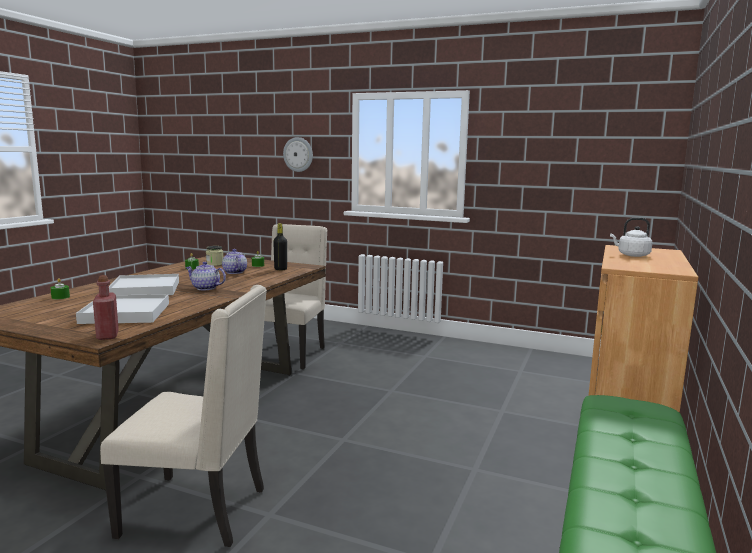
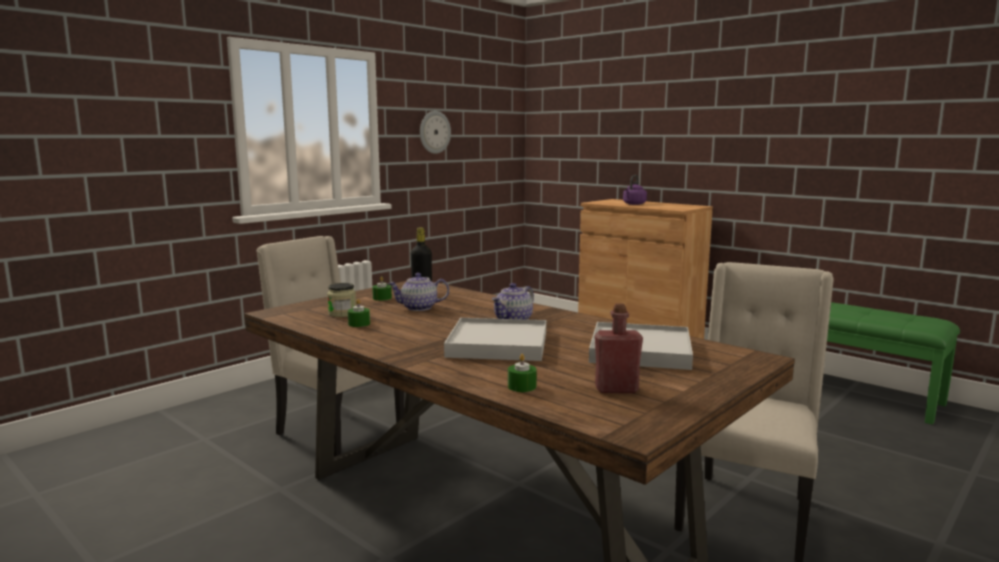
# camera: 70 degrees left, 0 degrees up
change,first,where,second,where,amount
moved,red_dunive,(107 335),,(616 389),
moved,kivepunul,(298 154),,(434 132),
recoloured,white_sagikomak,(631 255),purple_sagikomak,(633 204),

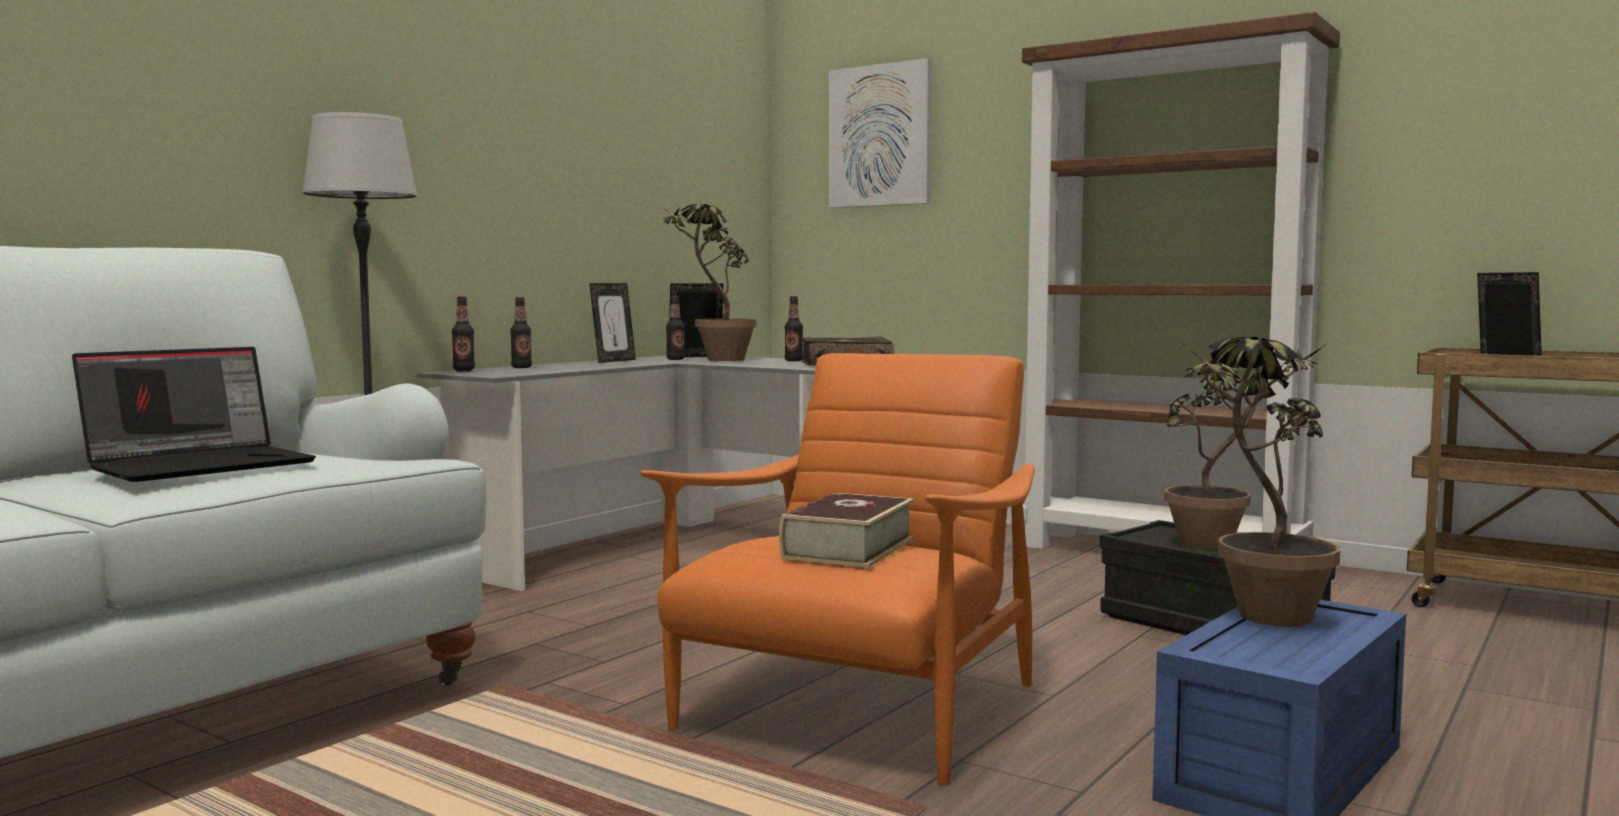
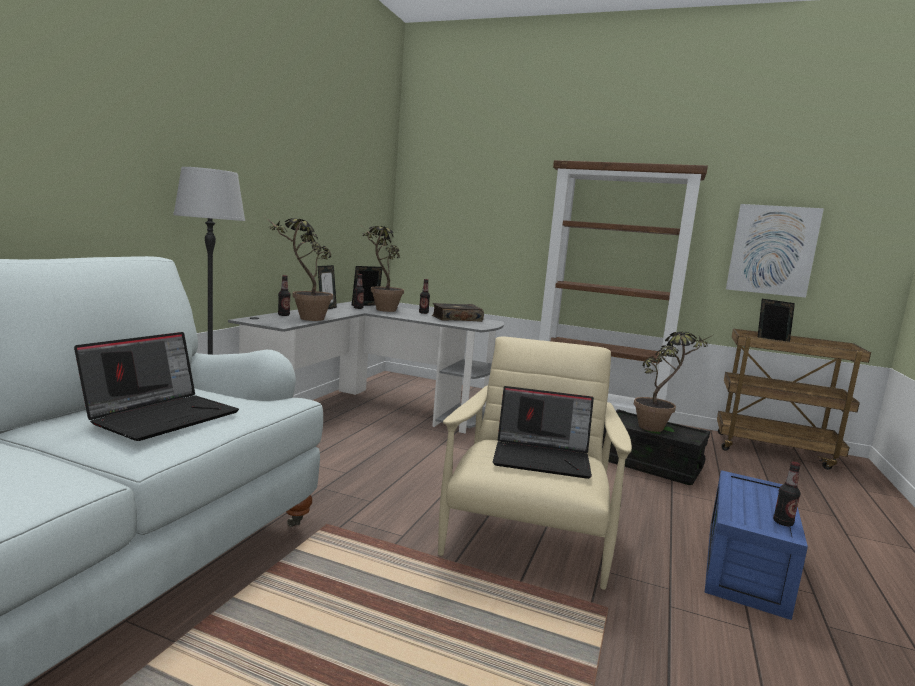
# camera: 15 degrees left, 5 degrees up
change,first,where,second,where,amount
moved,dunive,(464 369),,(783 522),
moved,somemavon,(880 136),,(772 250),
moved,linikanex,(1258 621),,(304 319),
replaced,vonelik,(848 548),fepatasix,(543 458),
recoloured,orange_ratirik,(857 711),beige_ratirik,(527 534),

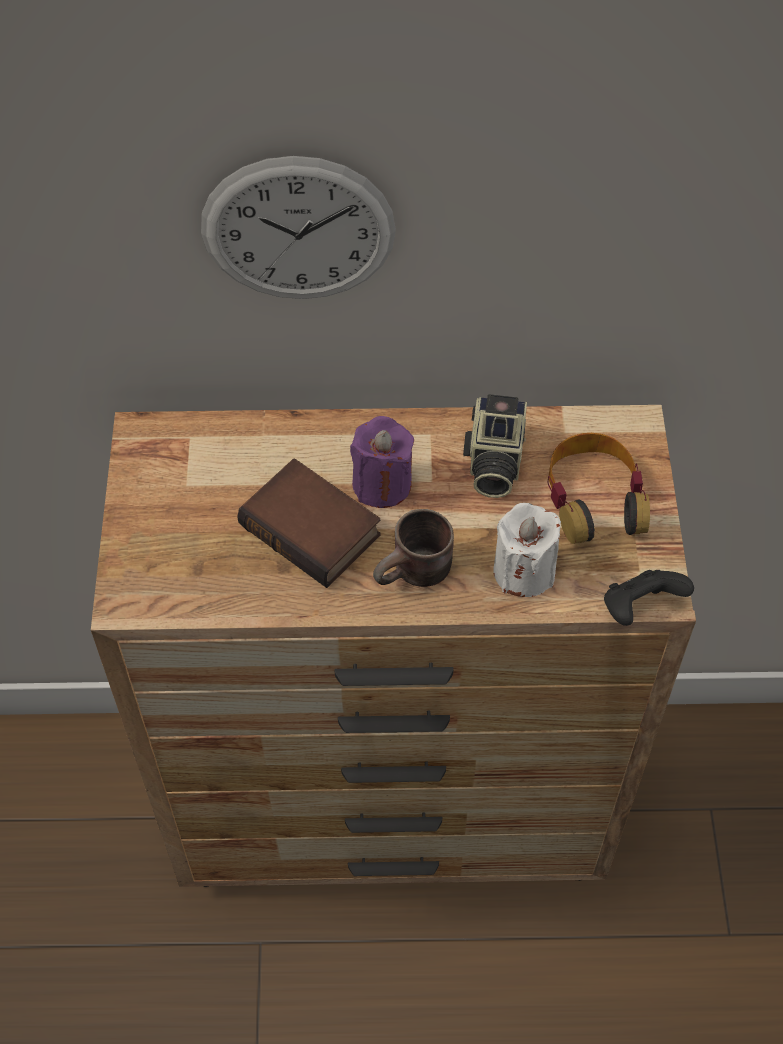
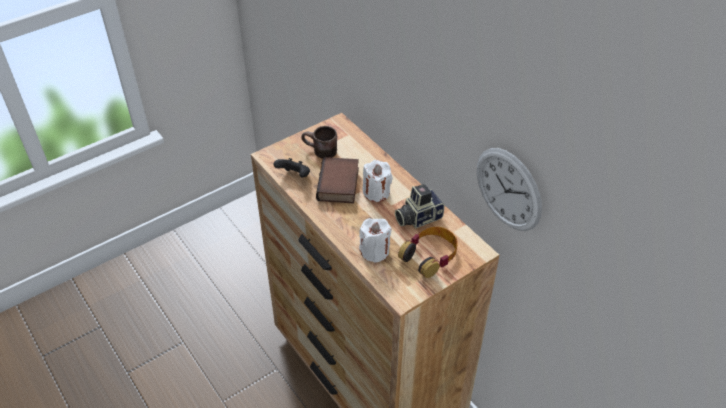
# camera: 55 degrees right, 10 degrees down
change,first,where,second,where,amount
moved,kivepunul,(298 230),,(508 189),
moved,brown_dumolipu,(416 575),,(320 152),
moved,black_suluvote,(639 608),,(294 176),
recoloured,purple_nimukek,(382 484),white_nimukek,(376 192),

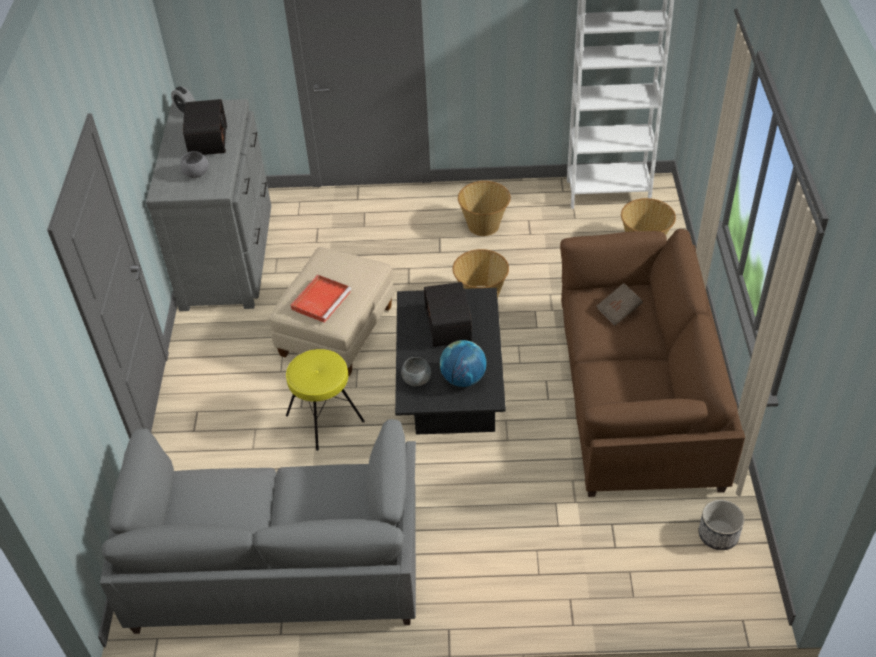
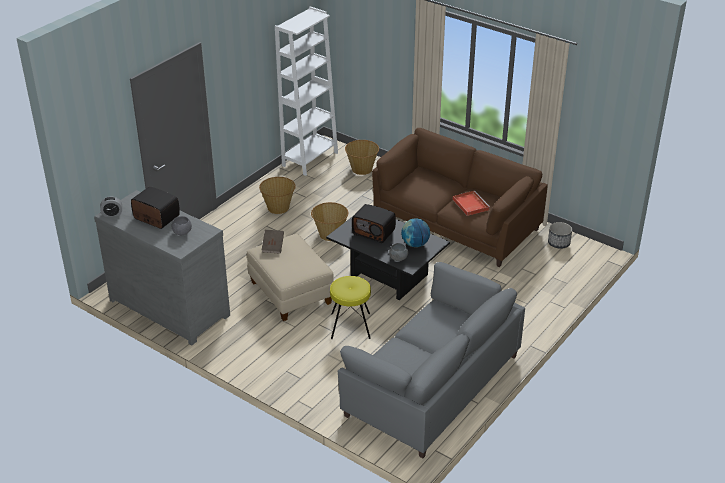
# camera: 55 degrees left, 10 degrees down
change,first,where,second,where,amount
moved,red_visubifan,(321 299),,(470 204),
moved,brown_vonelik,(618 311),,(273 246),

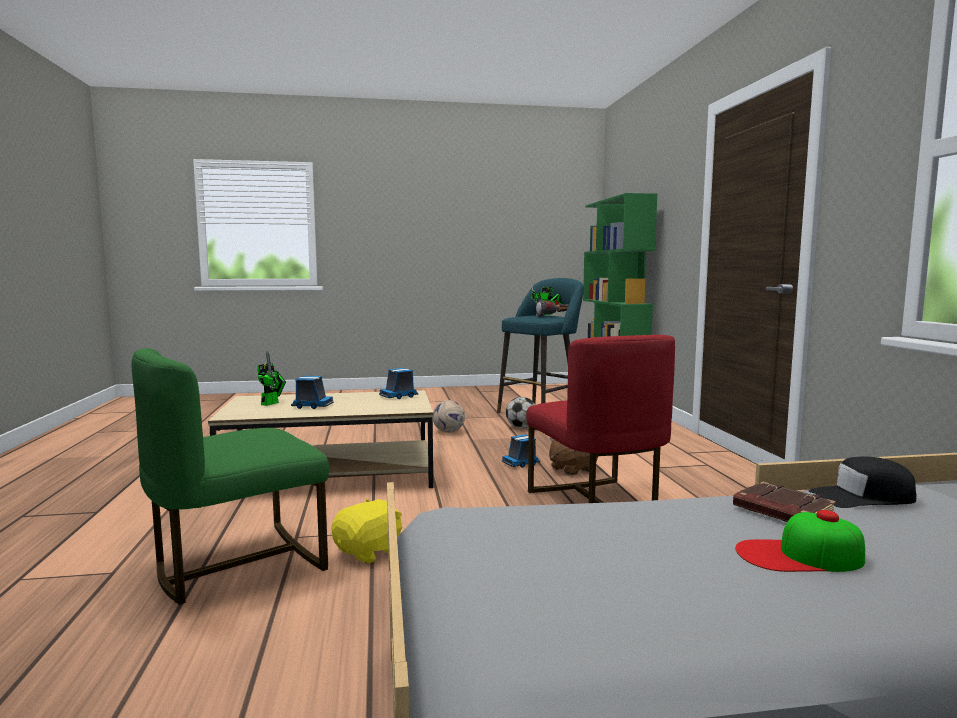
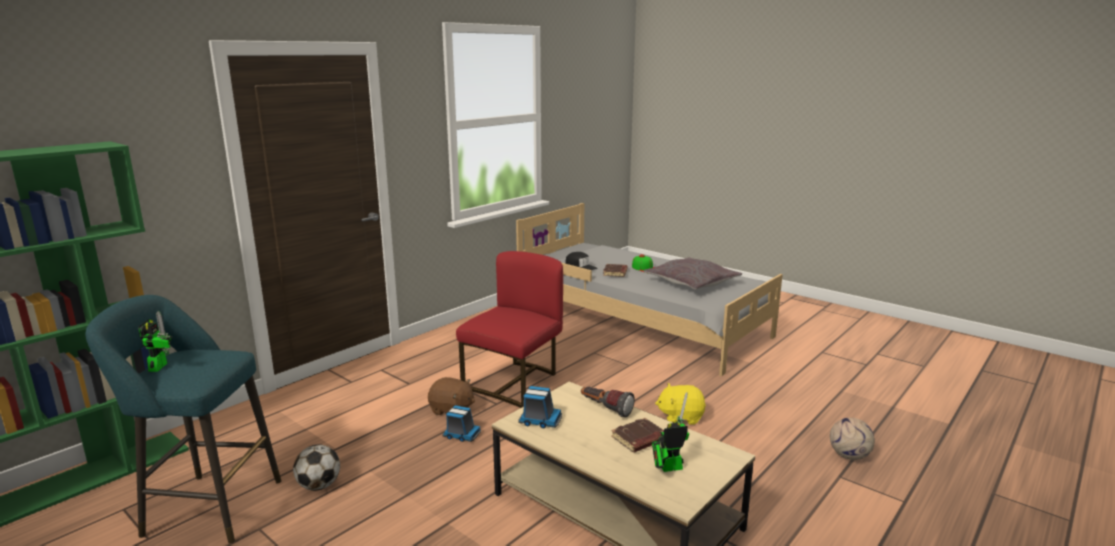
# camera: 130 degrees left, 10 degrees up
change,first,where,second,where,amount
removed,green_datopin,(237 564),,,
added,,,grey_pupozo,(691 282),
moved,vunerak,(448 432),,(849 456),
moved,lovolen,(554 316),,(605 409),
replaced,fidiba,(311 406),brown_vonelik,(639 439),

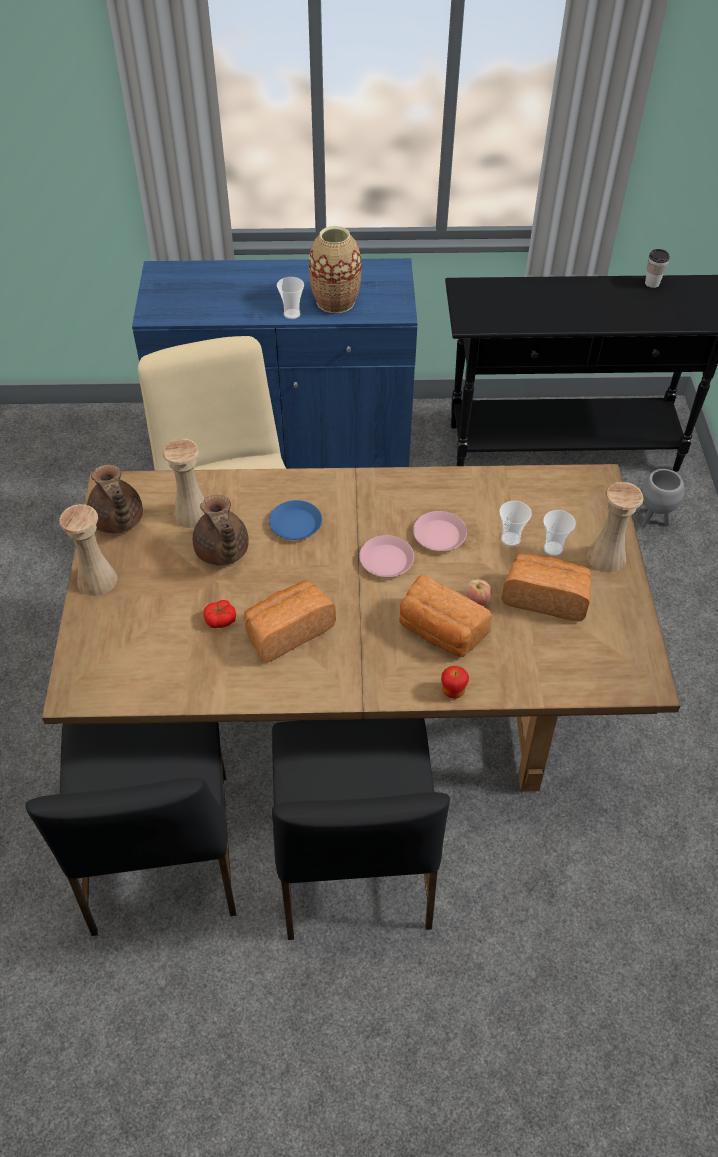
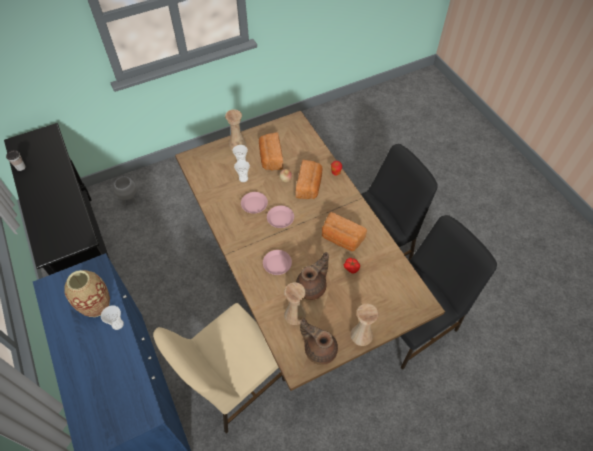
# camera: 115 degrees left, 5 degrees up
change,first,where,second,where,amount
recoloured,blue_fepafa,(295 524),pink_fepafa,(277 264),
turned,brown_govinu,(118 521),,(319 349),90 degrees counterclockwise

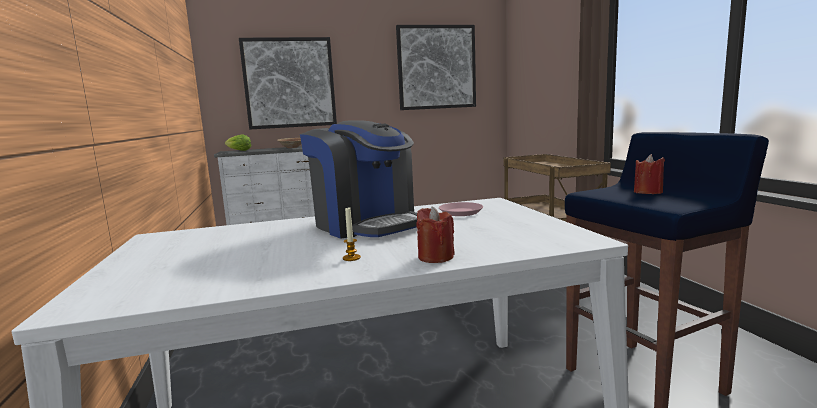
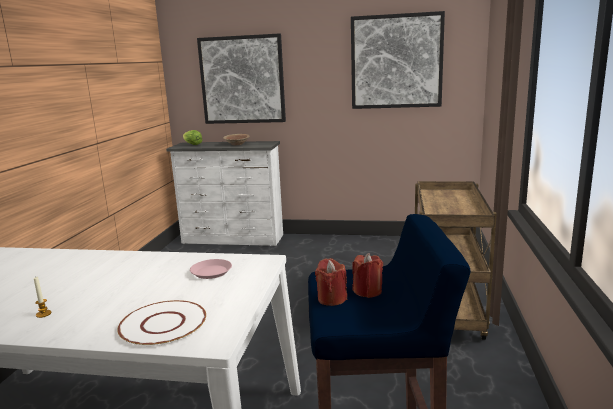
# camera: 25 degrees right, 5 degrees up
change,first,where,second,where,amount
removed,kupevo,(366 224),,,
added,,,white_fepafa,(163 324),
moved,red_nimukek,(435 257),,(331 299),

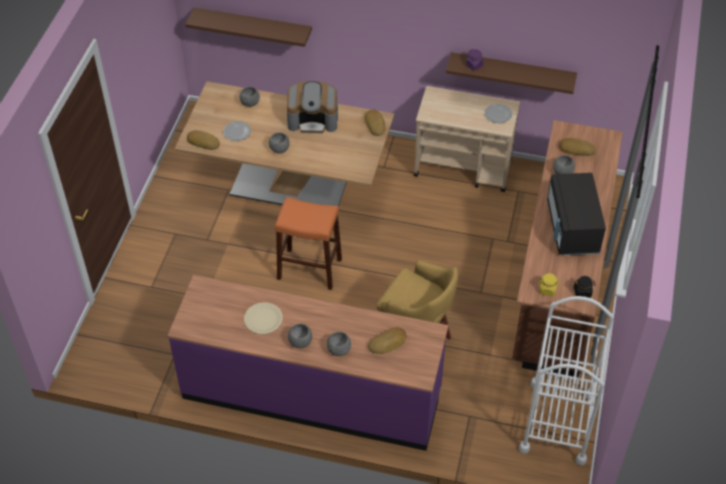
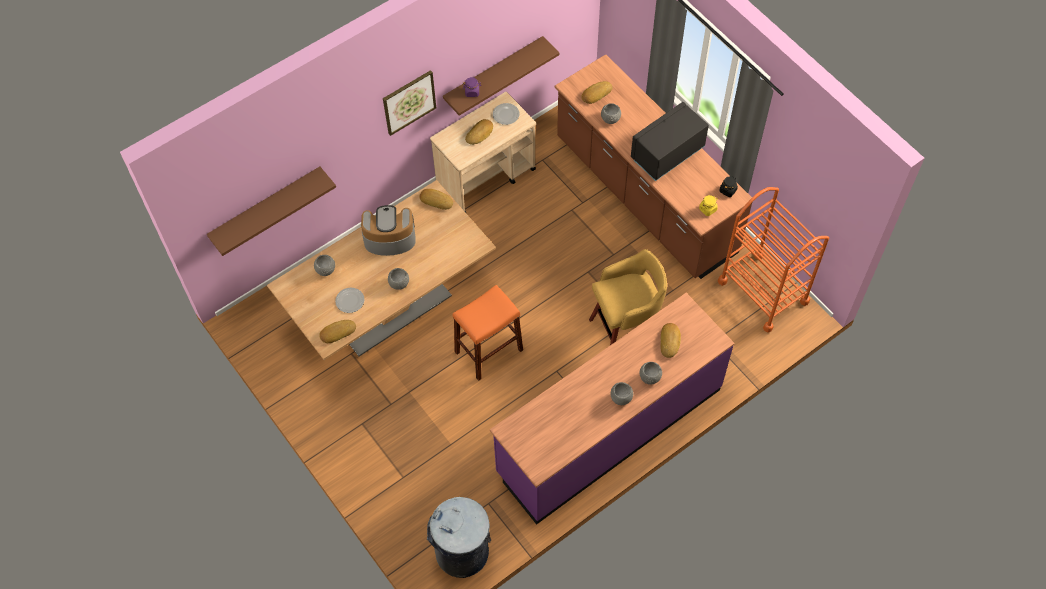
# camera: 50 degrees left, 10 degrees up
change,first,where,second,where,amount
removed,beige_fepafa,(263 319),,,
added,,,somemavon,(409 102),
added,,,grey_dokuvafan,(462 552),
added,,,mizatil,(480 134),
recoloured,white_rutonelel,(558 422),orange_rutonelel,(763 291),
turned,kupevo,(313 119),,(389 238),135 degrees counterclockwise
turned,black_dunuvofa,(572 228),,(667 153),105 degrees clockwise

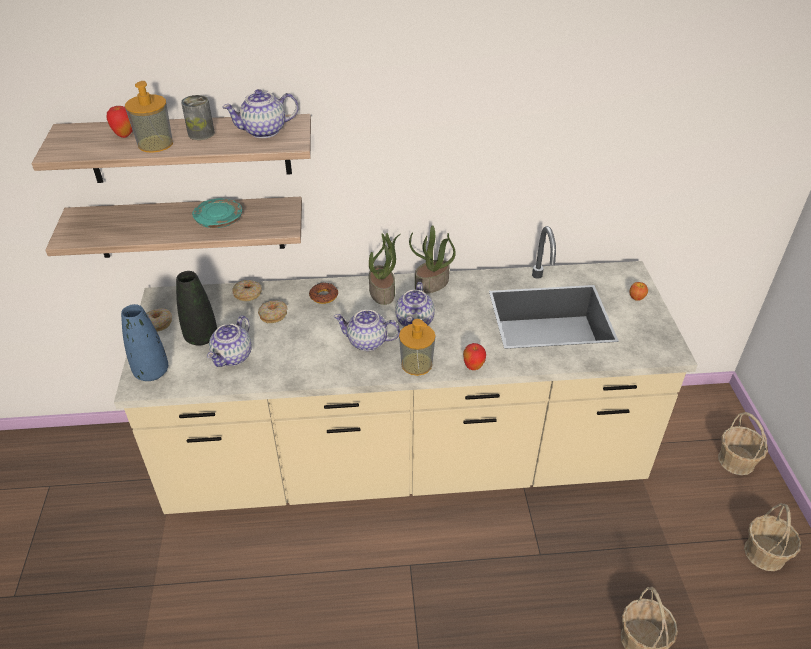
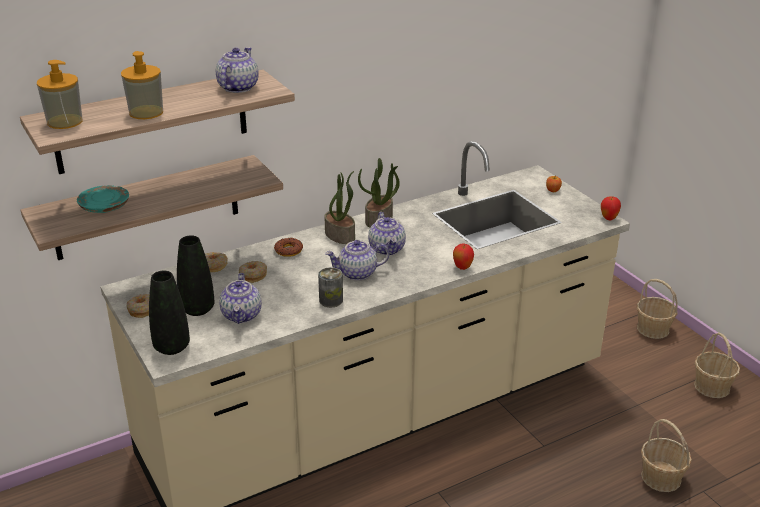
# camera: 25 degrees left, 10 degrees down
change,first,where,second,where,amount
moved,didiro,(124 135),,(608 218),
moved,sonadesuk,(201 133),,(331 300),
moved,turquoise_fepafa,(219 220),,(104 207),
moved,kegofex,(416 364),,(65 121),
recoloured,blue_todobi,(152 372),black_todobi,(172 347),
turned,govinu,(264 131),,(237 87),150 degrees clockwise

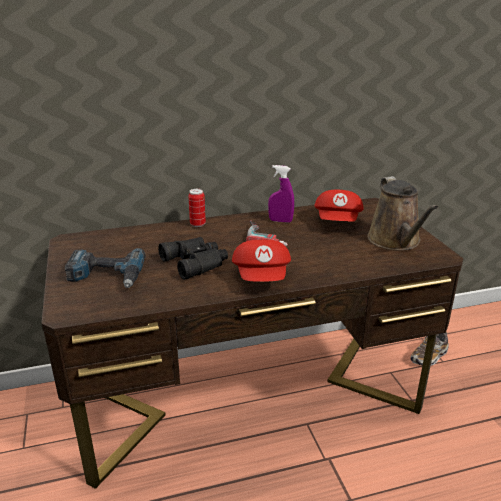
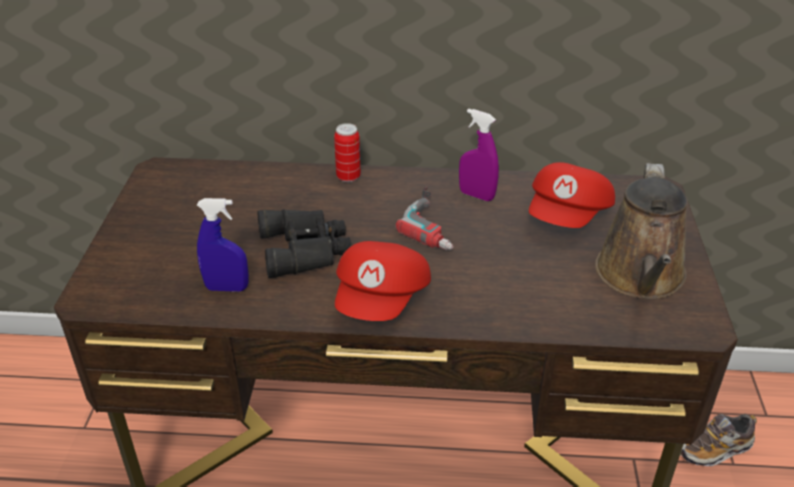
# camera: 20 degrees right, 10 degrees up
change,first,where,second,where,amount
removed,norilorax,(106 276),,,
added,,,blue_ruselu,(227 288),

